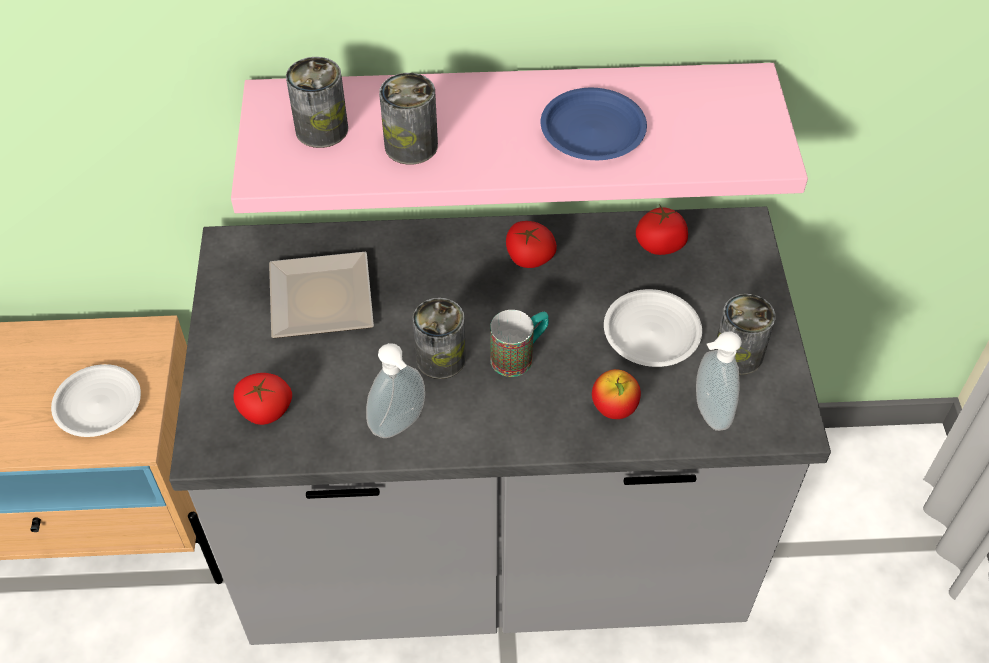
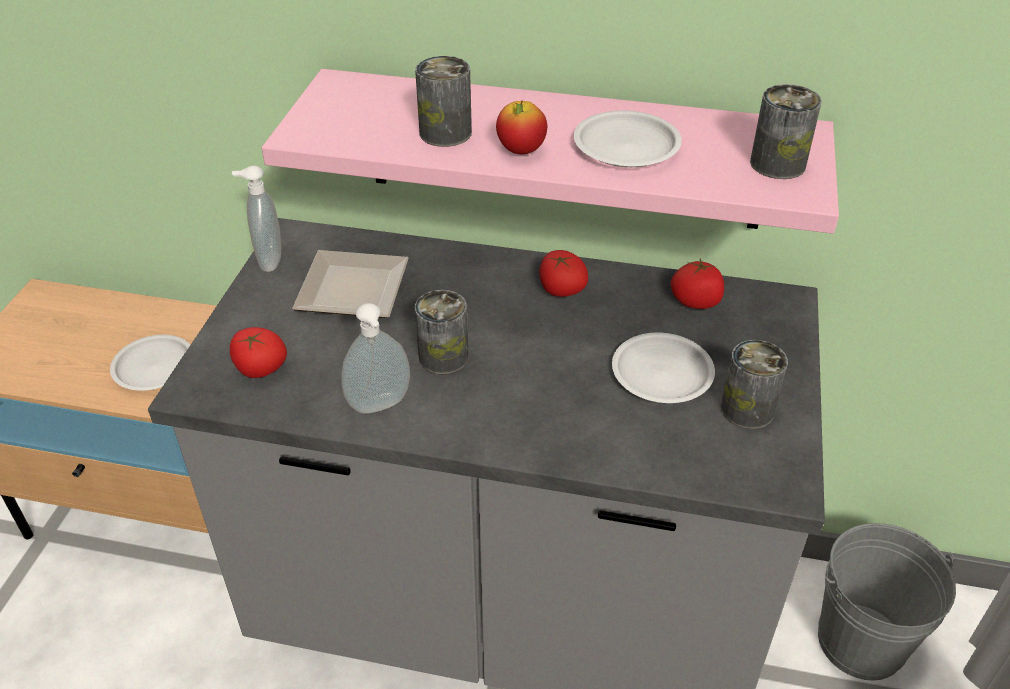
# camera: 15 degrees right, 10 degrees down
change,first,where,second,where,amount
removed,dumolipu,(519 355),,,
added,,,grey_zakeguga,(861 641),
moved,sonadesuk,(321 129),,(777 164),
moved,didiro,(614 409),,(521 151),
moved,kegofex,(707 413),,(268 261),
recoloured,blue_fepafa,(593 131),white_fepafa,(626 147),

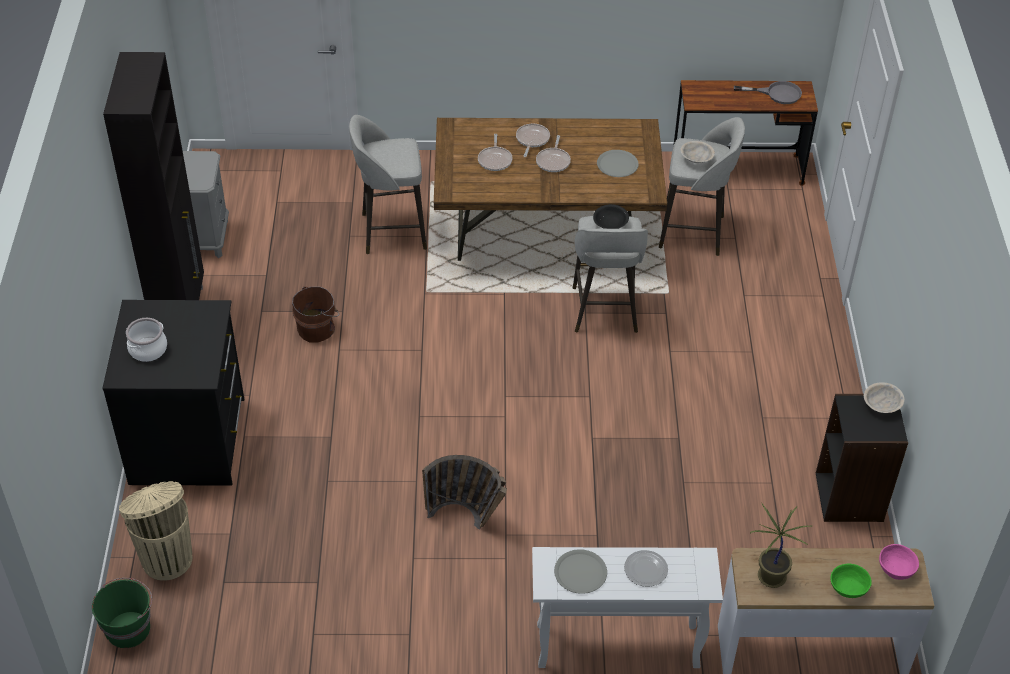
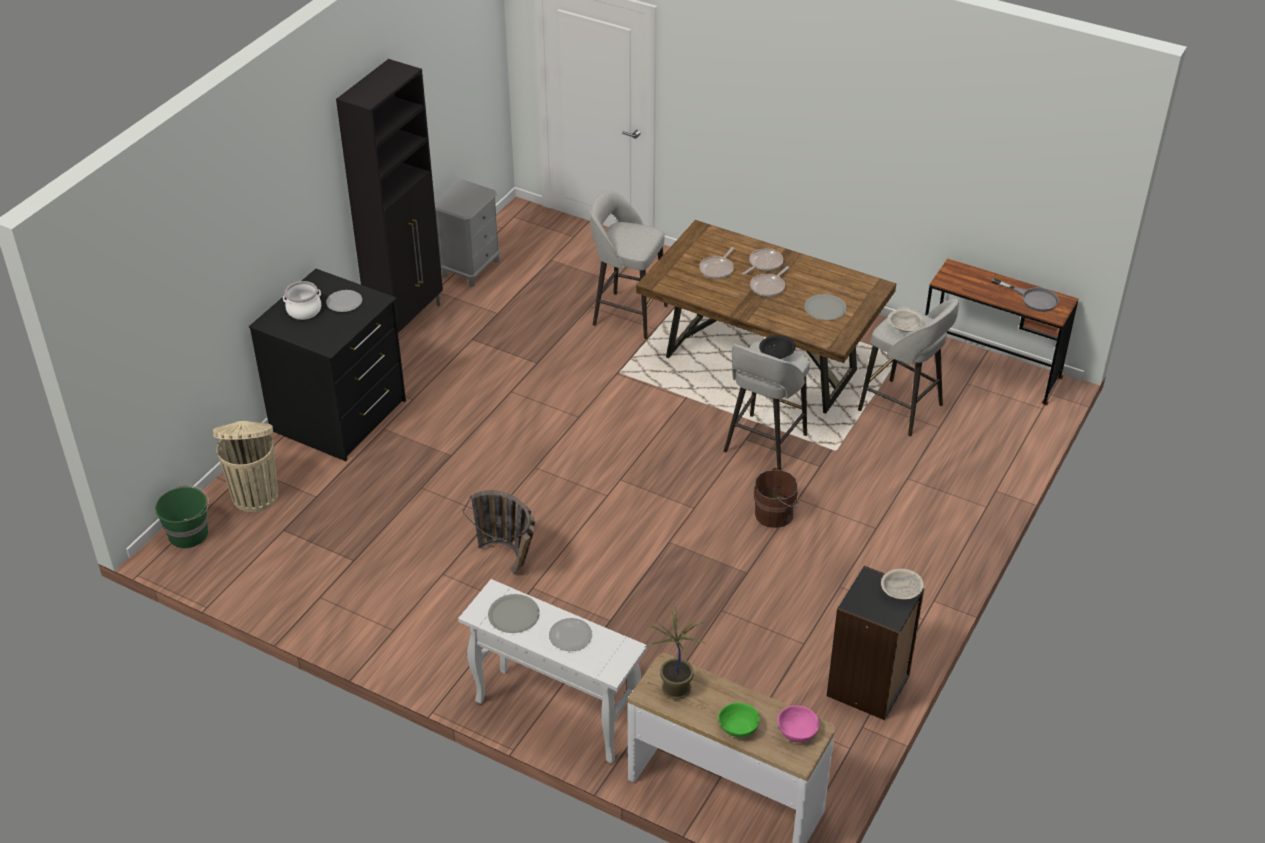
# camera: 30 degrees right, 5 degrees down
change,first,where,second,where,amount
added,,,fepafa,(345 302),
moved,brown_zakeguga,(317 328),,(776 514),

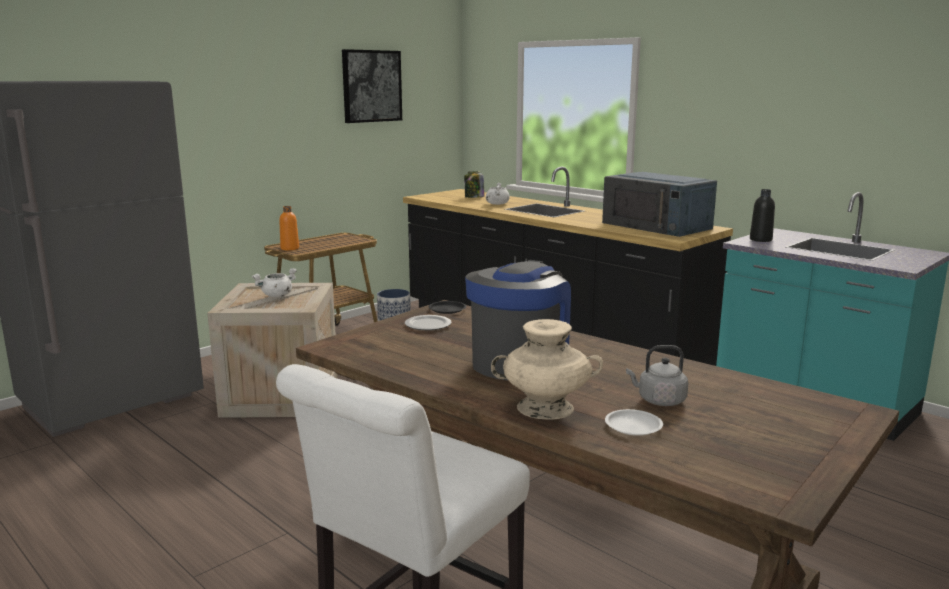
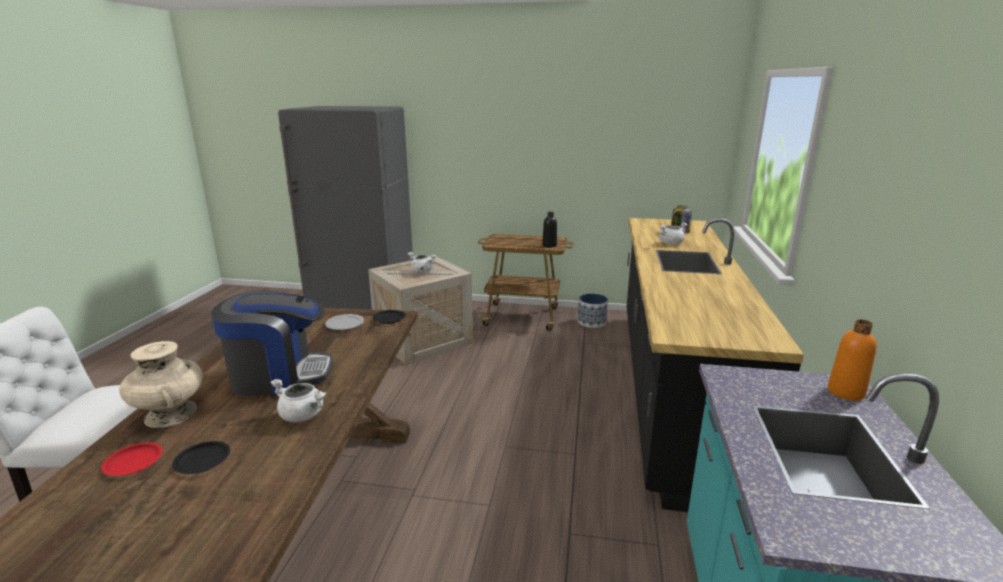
# camera: 55 degrees right, 5 degrees up
change,first,where,second,where,amount
removed,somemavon,(371 86),,,
removed,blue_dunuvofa,(657 225),,,
added,,,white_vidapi,(303 416),
moved,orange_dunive,(290 248),,(845 392),
moved,black_dunive,(760 239),,(549 245),
replaced,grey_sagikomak,(659 400),black_fepafa,(202 461),
recoloured,white_fepafa,(632 426),red_fepafa,(133 462),

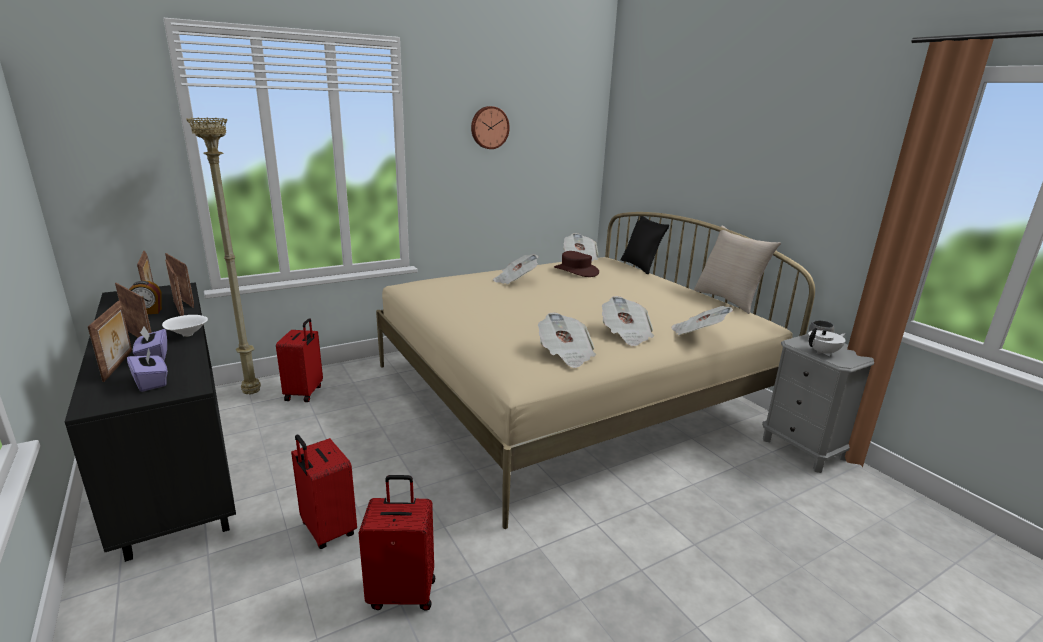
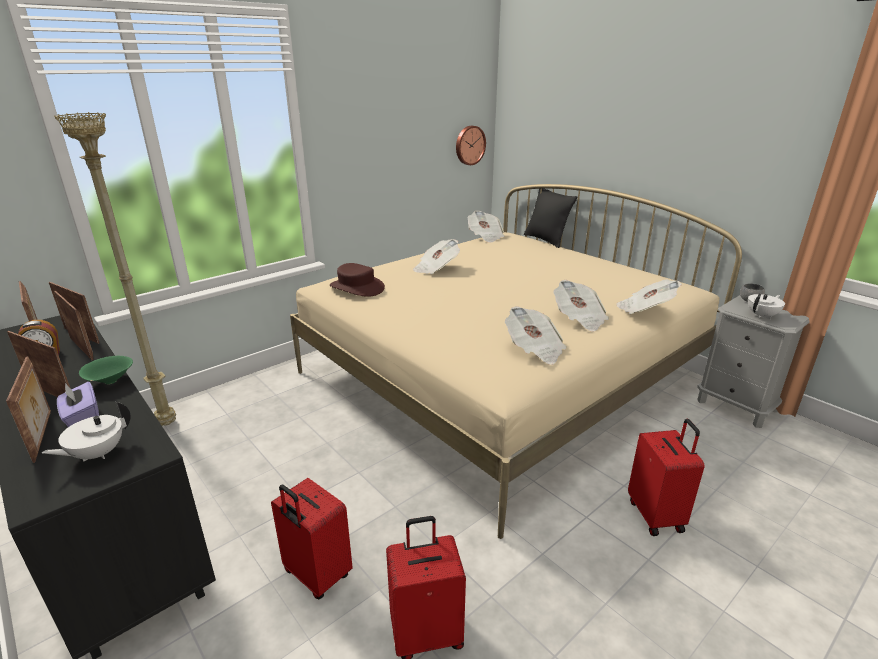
# camera: 10 degrees left, 5 degrees up
change,first,where,second,where,amount
removed,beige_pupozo,(728 300),,,
moved,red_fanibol,(305 393),,(656 515),
moved,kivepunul,(489 127),,(469 145),
moved,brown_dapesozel,(575 271),,(356 287),
replaced,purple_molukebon,(151 382),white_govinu,(97 454),
recoloured,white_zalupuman,(187 335),green_zalupuman,(110 382),

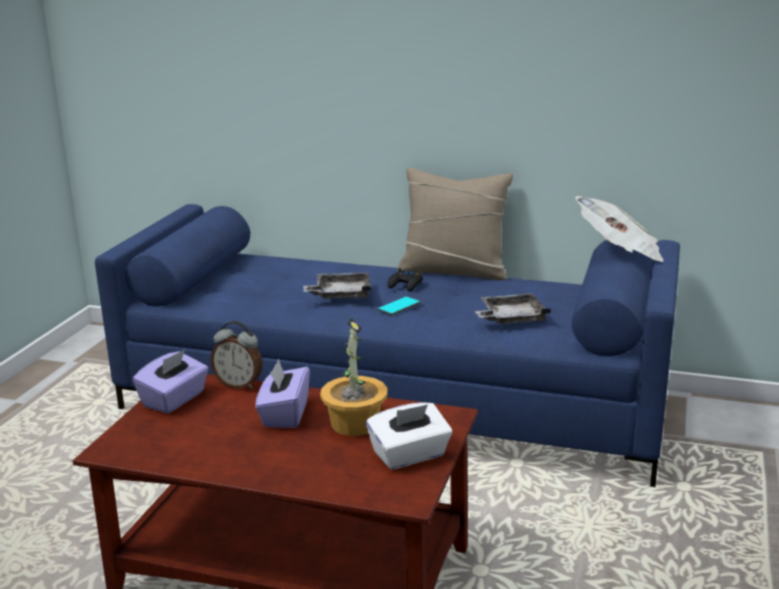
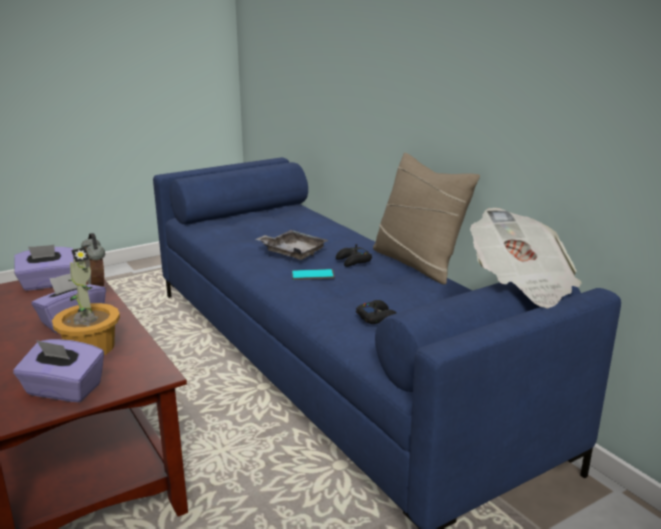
# camera: 40 degrees right, 0 degrees up
change,first,where,second,where,amount
replaced,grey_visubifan,(511 318),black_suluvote,(377 317),
recoloured,white_molukebon,(409 455),purple_molukebon,(63 390),

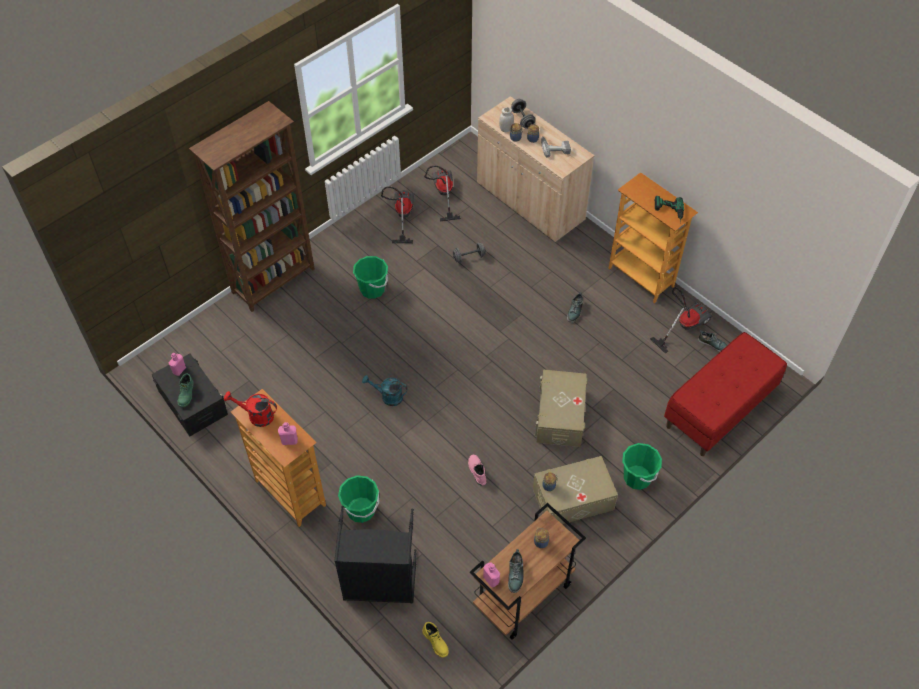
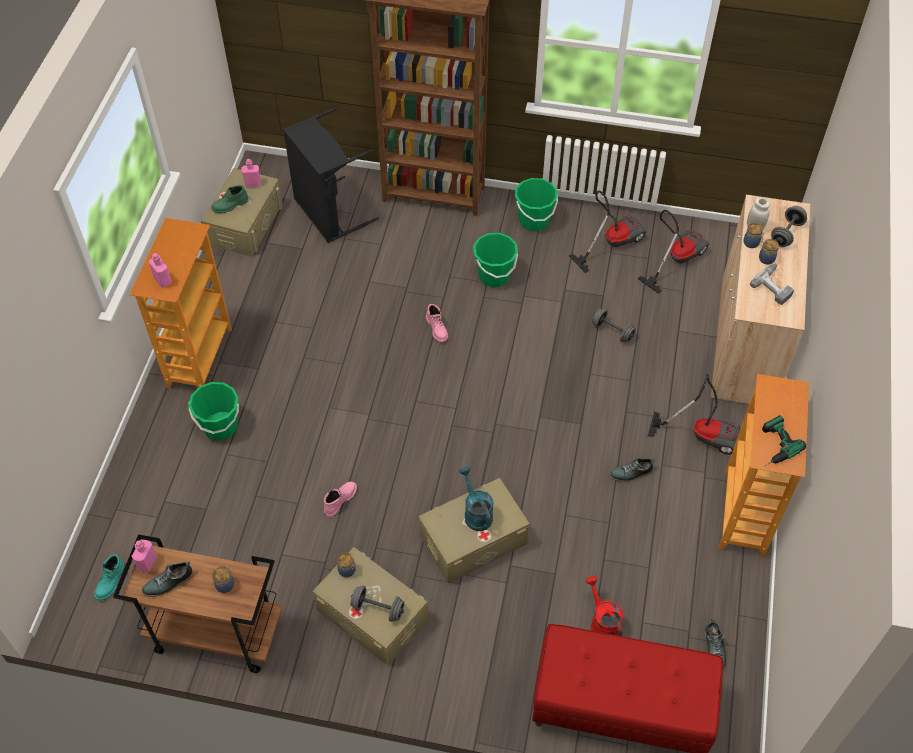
# camera: 55 degrees right, 0 degrees up
change,first,where,second,where,amount
added,,,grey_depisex,(378 608),
added,,,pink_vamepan,(437 328),
moved,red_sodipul,(256 416),,(602 622),
moved,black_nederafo,(379 584),,(328 213),
moved,turquoise_sodipul,(388 397),,(476 512),
moved,green_zakeguga,(637 477),,(534 220),
moved,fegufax,(683 325),,(702 434),
recoloured,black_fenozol,(192 402),beige_fenozol,(245 223),
recoloured,yellow_vamepan,(436 642),turquoise_vamepan,(111 582),

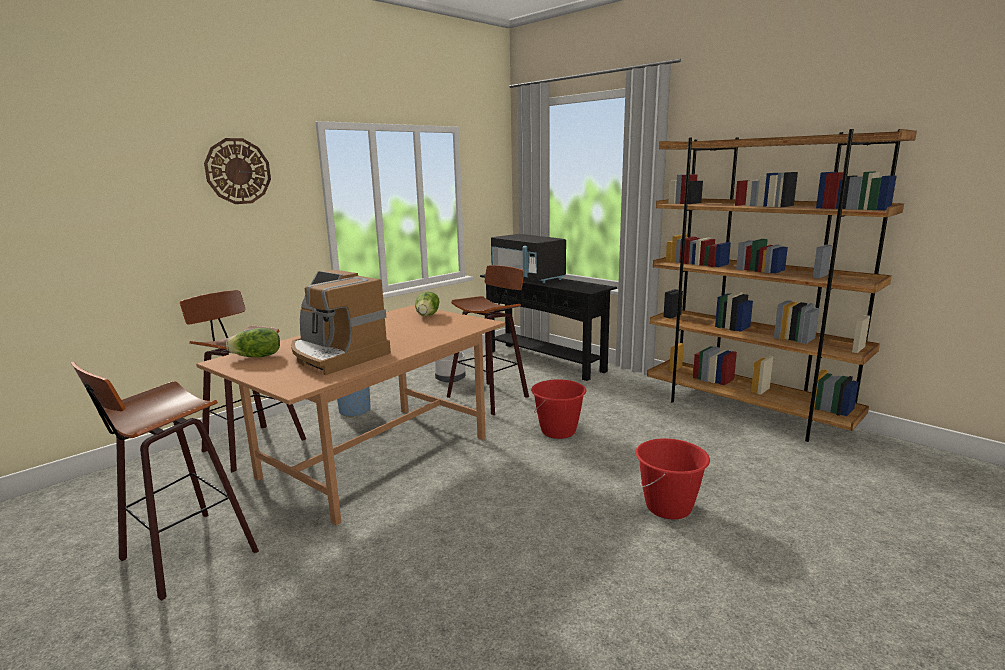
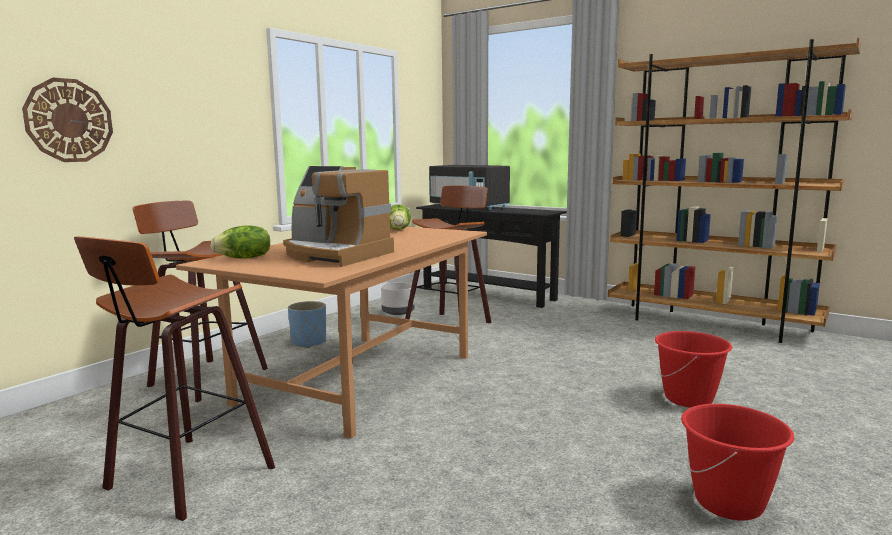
# camera: 10 degrees left, 5 degrees down
change,first,where,second,where,amount
moved,kivepunul,(238 171),,(69 120),
moved,red_zakeguga,(558 431),,(729 503),

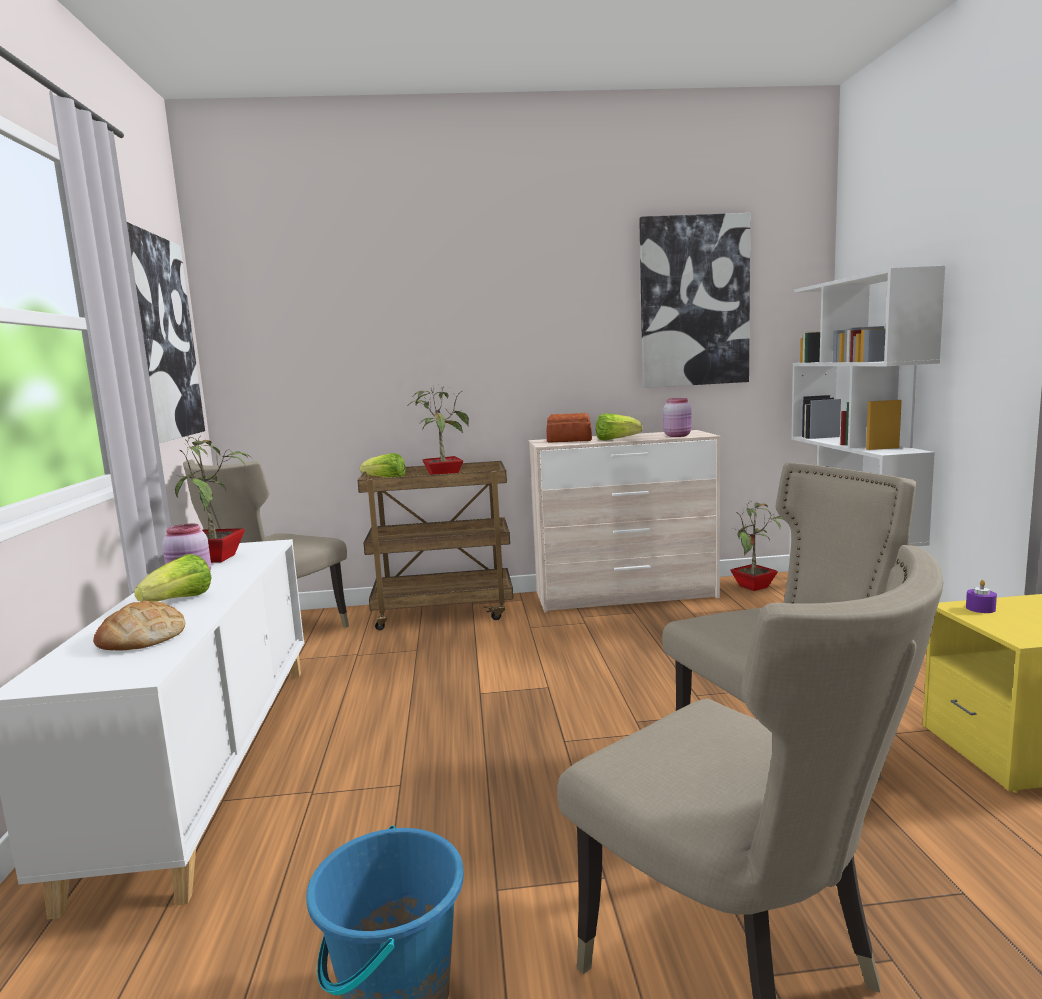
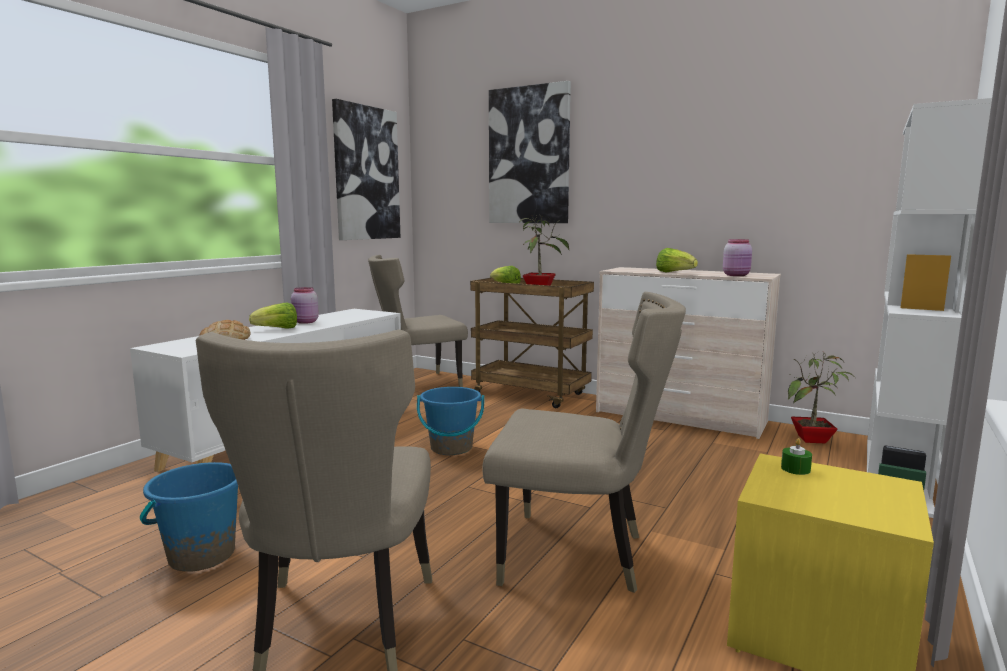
# camera: 35 degrees right, 0 degrees up
change,first,where,second,where,amount
removed,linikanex,(218 559),,,
removed,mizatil,(570 440),,,
added,,,blue_zakeguga,(451 448),
moved,somemavon,(694 302),,(529 156),
recoloured,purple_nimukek,(980 608),green_nimukek,(795 469),

